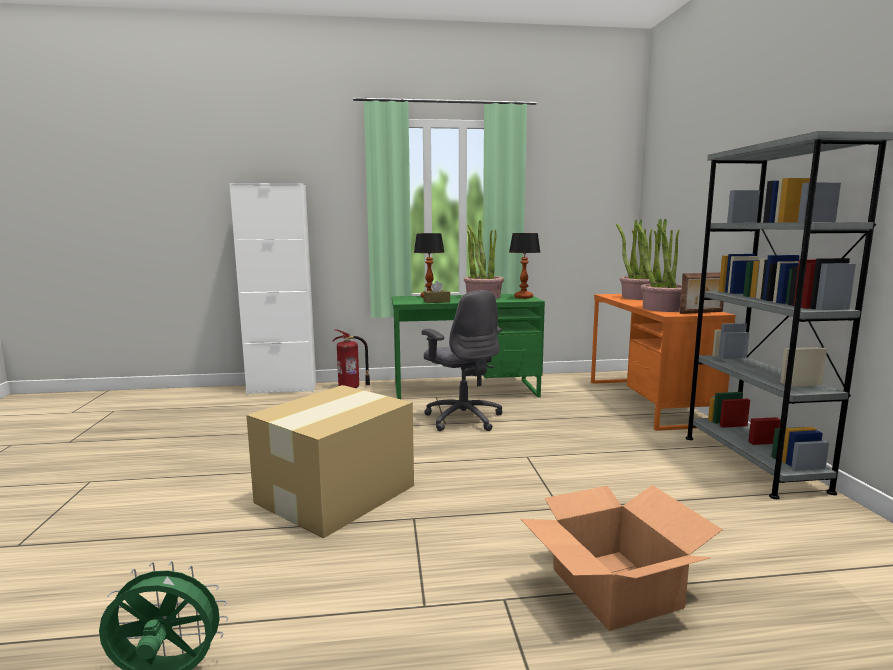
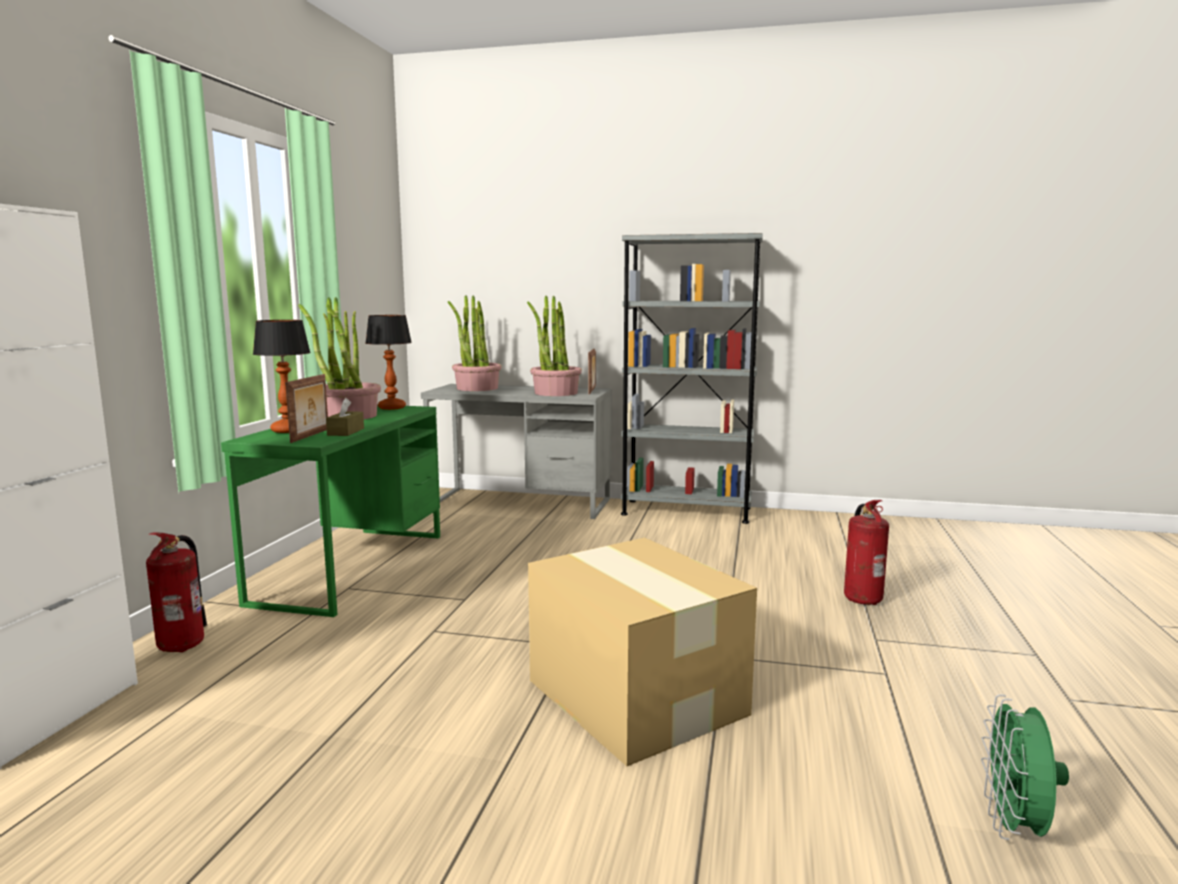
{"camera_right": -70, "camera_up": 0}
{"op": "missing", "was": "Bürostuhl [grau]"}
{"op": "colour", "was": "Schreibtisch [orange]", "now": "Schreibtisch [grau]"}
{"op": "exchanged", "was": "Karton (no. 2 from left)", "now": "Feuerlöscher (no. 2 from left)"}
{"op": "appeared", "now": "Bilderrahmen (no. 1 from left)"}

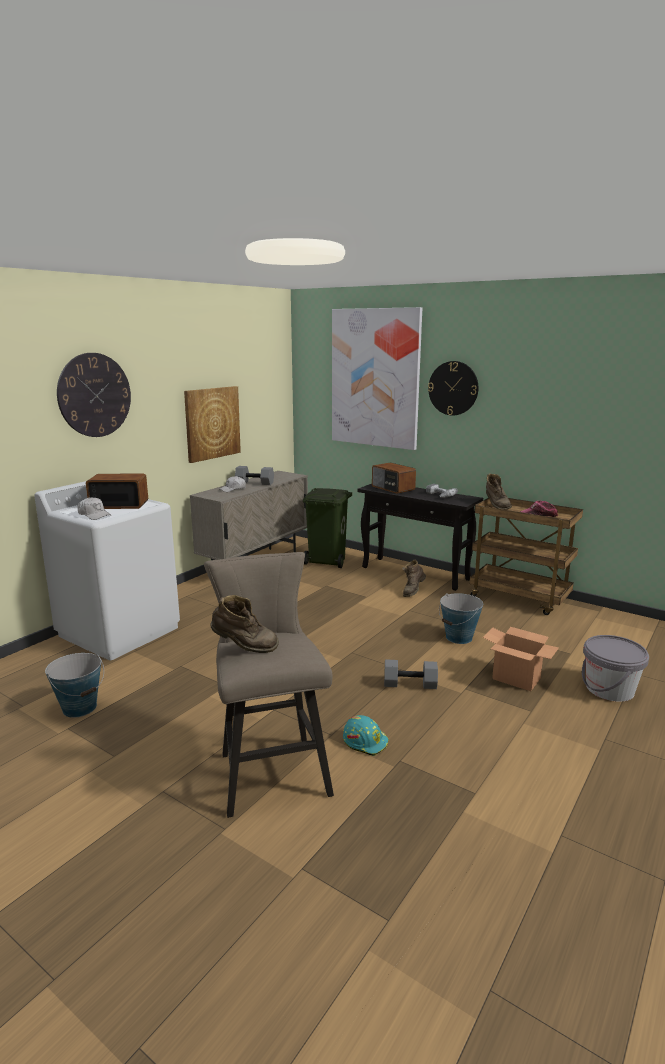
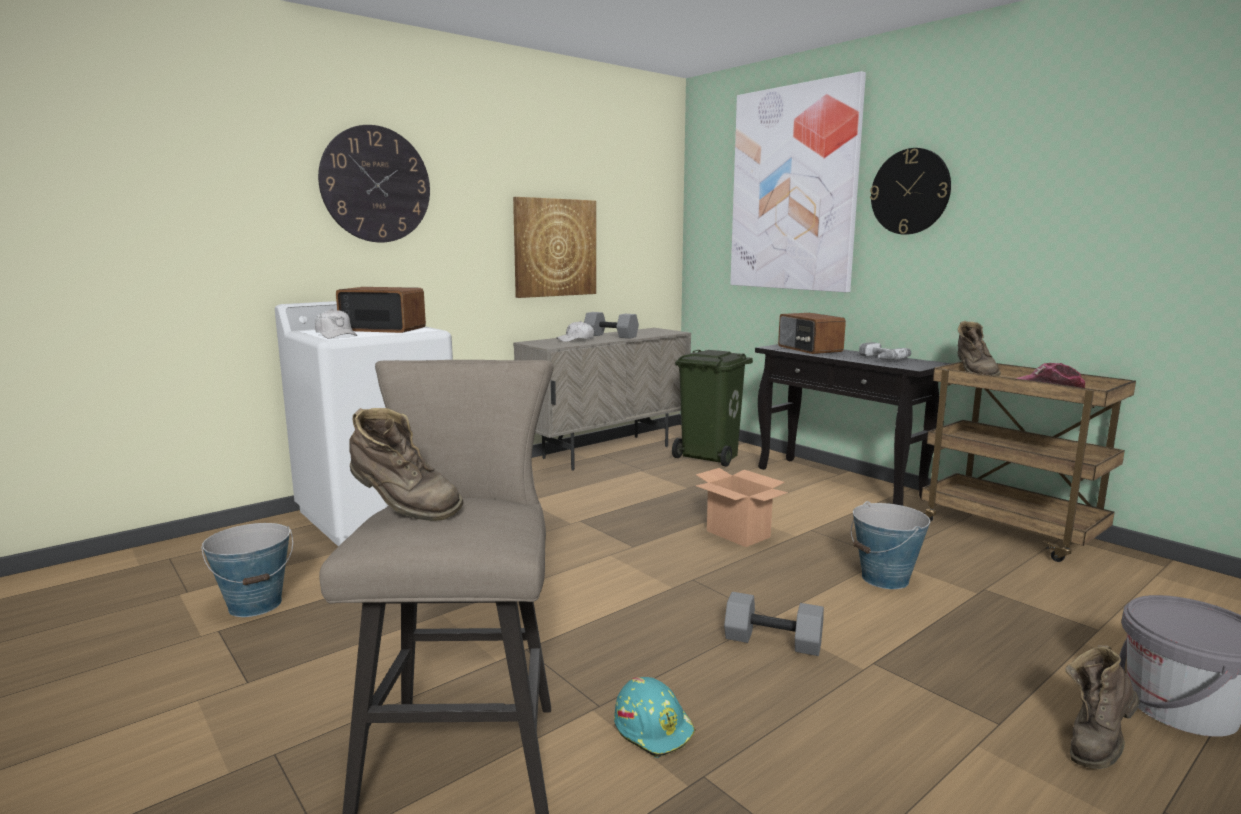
{"camera_right": 15, "camera_up": -5}
{"op": "relocated", "was": "Stiefel [braun] (no. 2 from left in the first image)", "now": "Stiefel [braun] (no. 3 from left)"}
{"op": "relocated", "was": "Karton"}

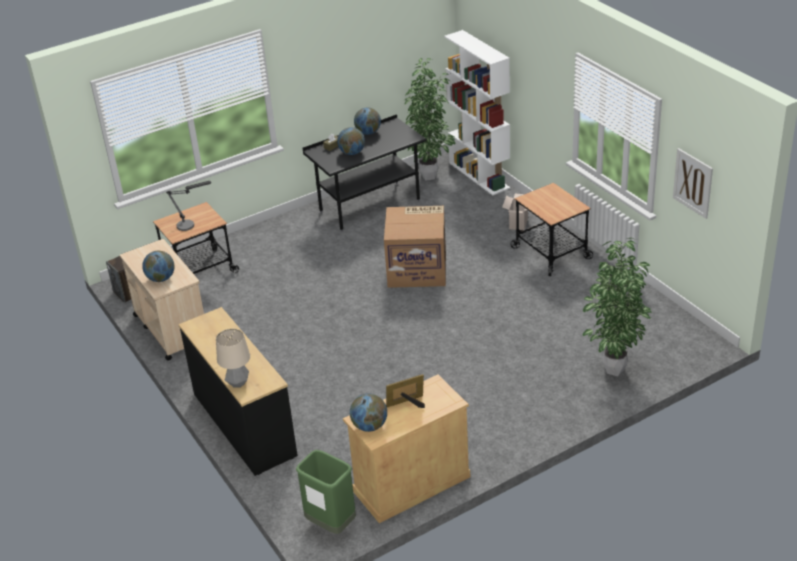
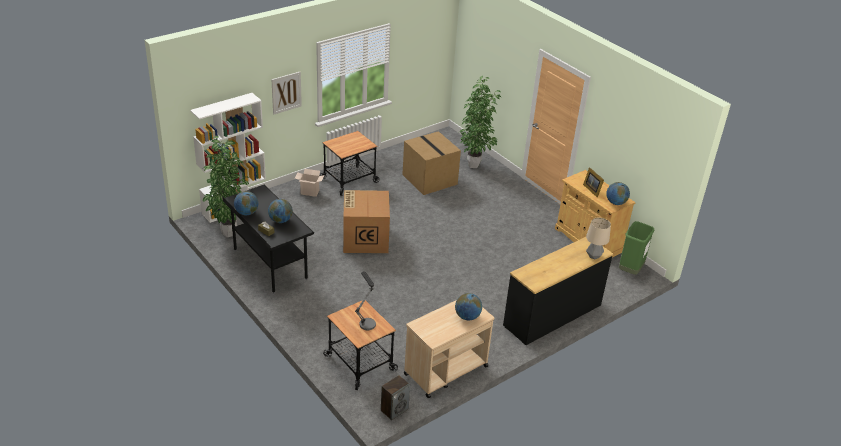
{"camera_right": -100, "camera_up": 0}
{"op": "relocated", "was": "Bild"}
{"op": "appeared", "now": "Karton (no. 3 from left)"}

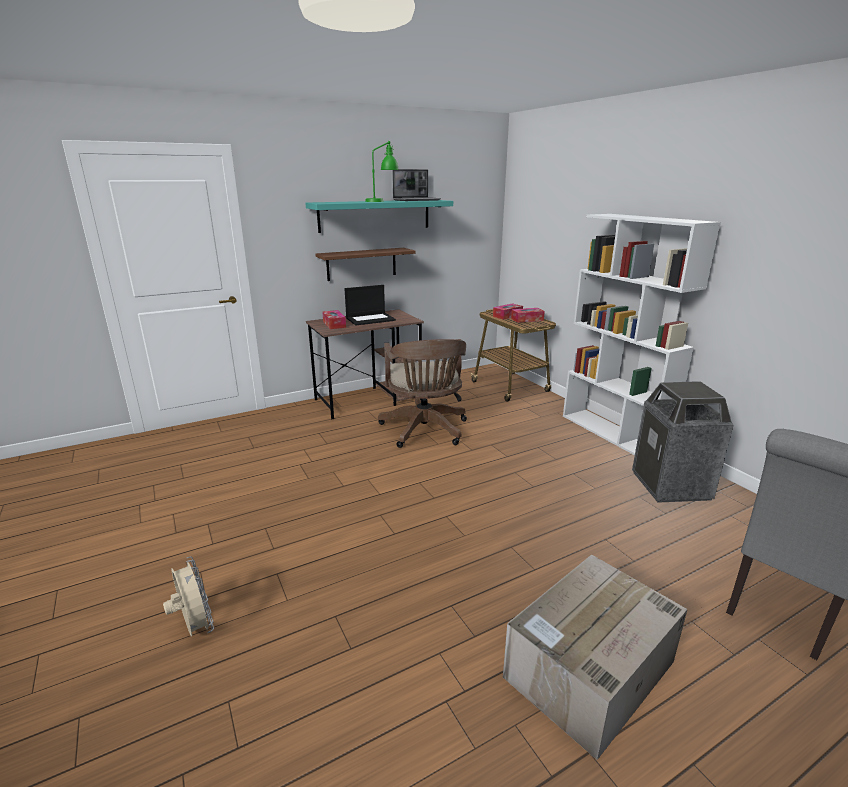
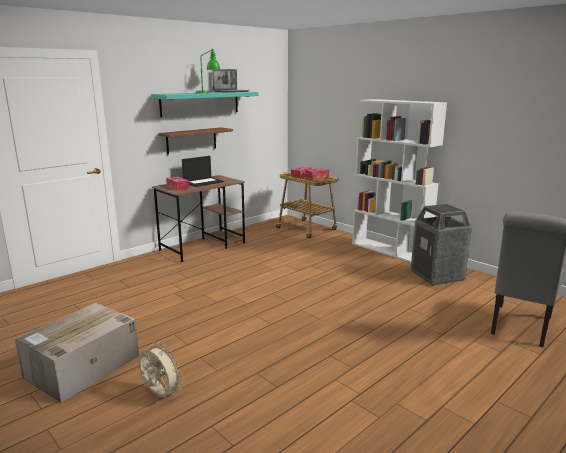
{"camera_right": -15, "camera_up": -5}
{"op": "missing", "was": "Bürostuhl [braun]"}
{"op": "relocated", "was": "Karton"}

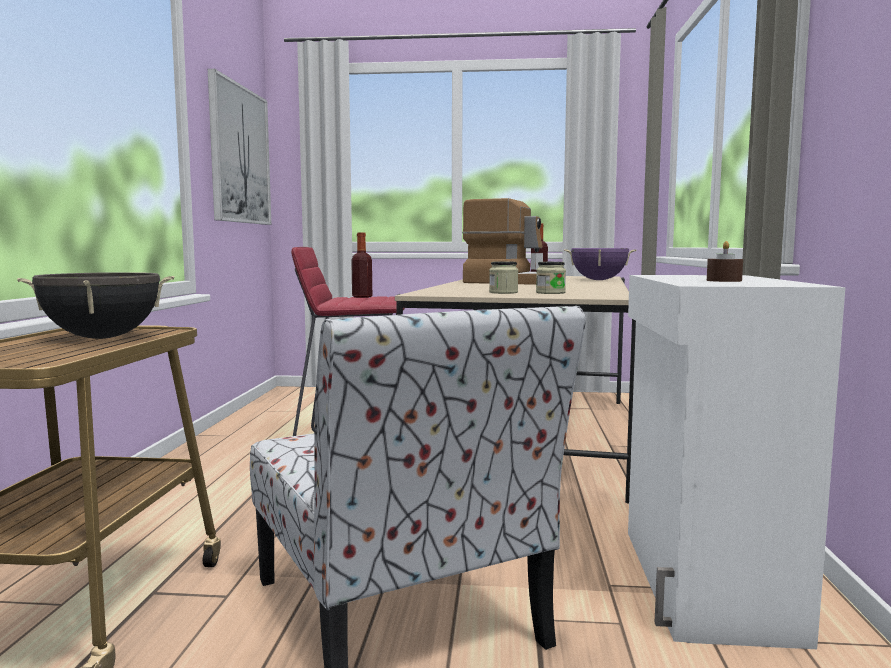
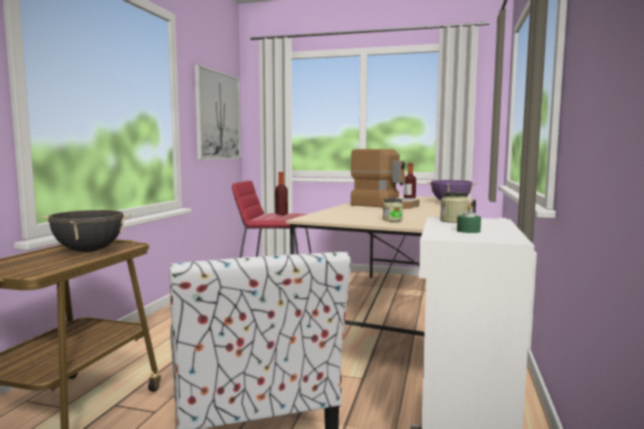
{"camera_right": 10, "camera_up": 0}
{"op": "colour", "was": "Kerze [braun]", "now": "Kerze [grün]"}
{"op": "relocated", "was": "Vorratsglas (no. 1 from left in the first image)", "now": "Vorratsglas (no. 2 from left)"}

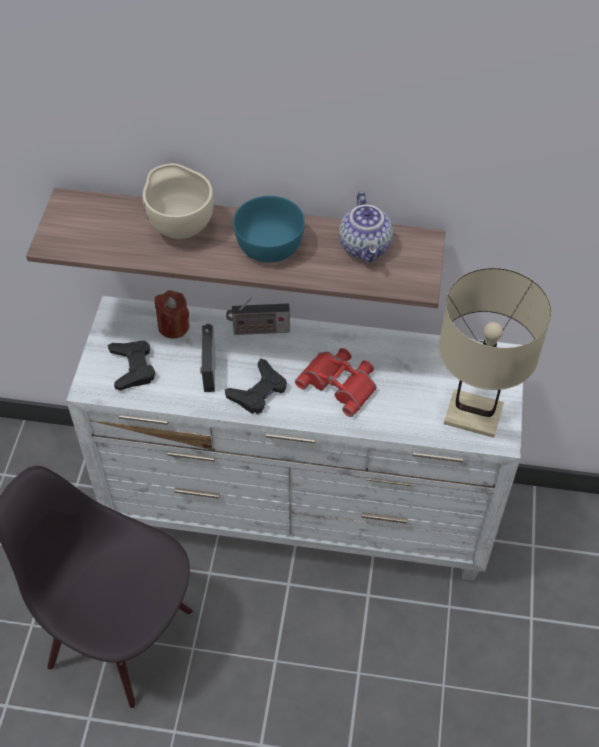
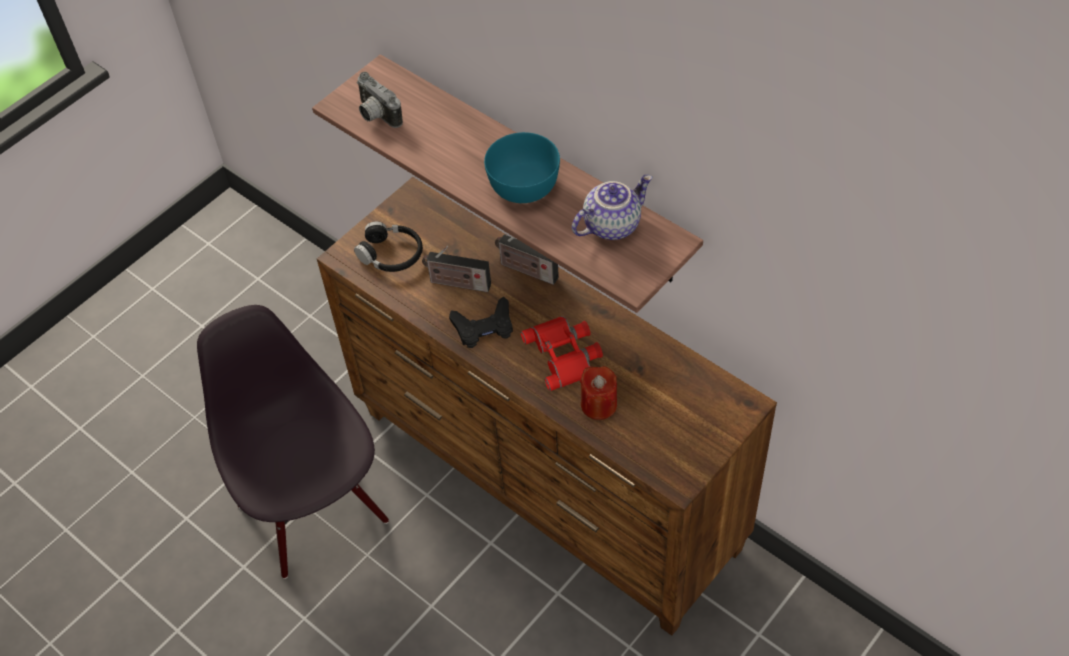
{"camera_right": 35, "camera_up": 0}
{"op": "missing", "was": "Schüssel [beige]"}
{"op": "spun", "was": "Teekanne", "clockwise": -150}
{"op": "missing", "was": "Tischlampe [beige]"}
{"op": "relocated", "was": "Kerze [rot]"}
{"op": "colour", "was": "Kommode [weiß]", "now": "Kommode [braun]"}
{"op": "spun", "was": "Radio (no. 1 from left)", "clockwise": -105}
{"op": "exchanged", "was": "Gamepad [schwarz] (no. 1 from left)", "now": "Kopfhörer [schwarz]"}
{"op": "appeared", "now": "Kamera"}

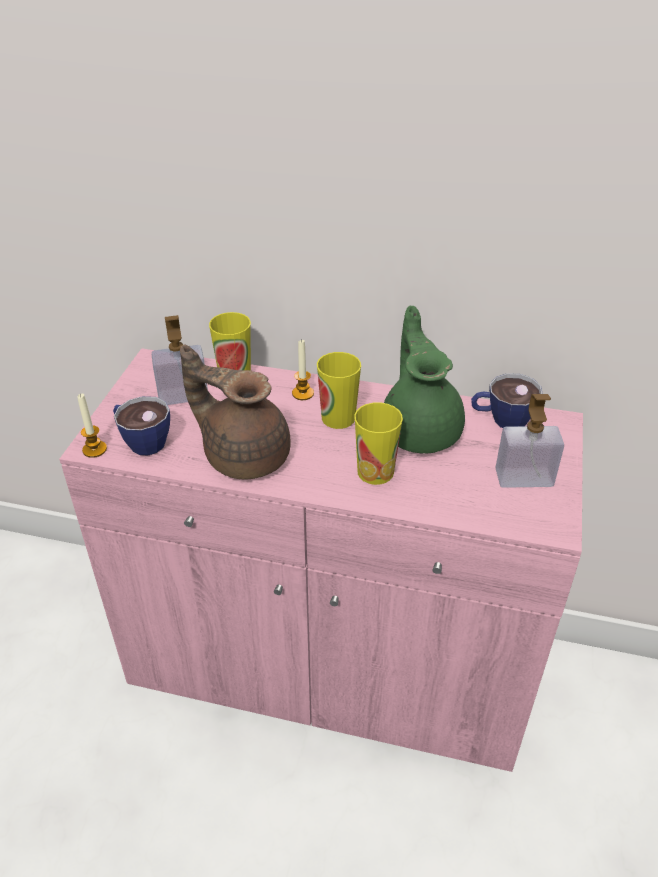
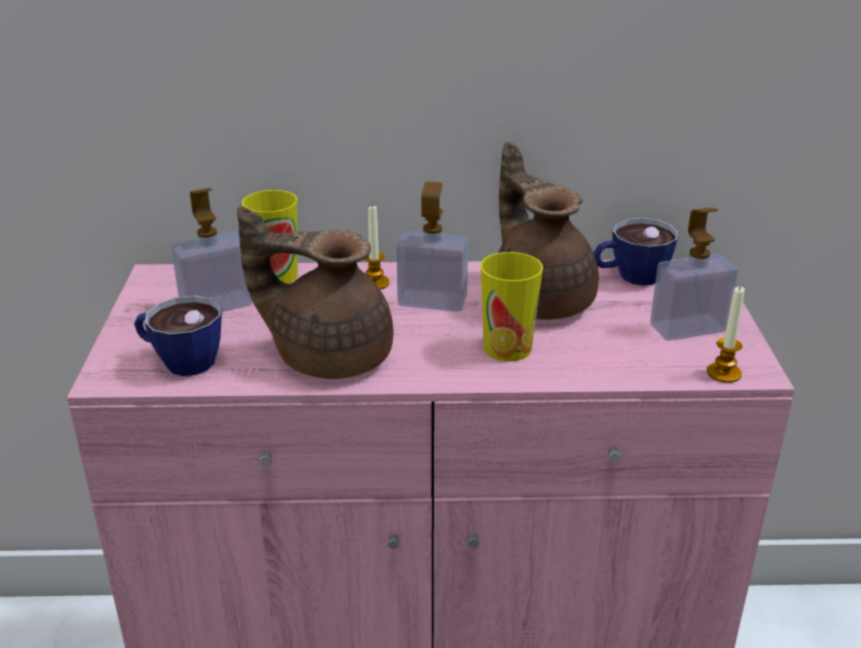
{"camera_right": -15, "camera_up": -10}
{"op": "colour", "was": "Teekanne [grün]", "now": "Teekanne [braun] (no. 2 from left)"}
{"op": "exchanged", "was": "Tasse (no. 3 from left)", "now": "Seifenspender (no. 2 from left)"}
{"op": "relocated", "was": "Kerze (no. 1 from left in the first image)", "now": "Kerze (no. 2 from left)"}

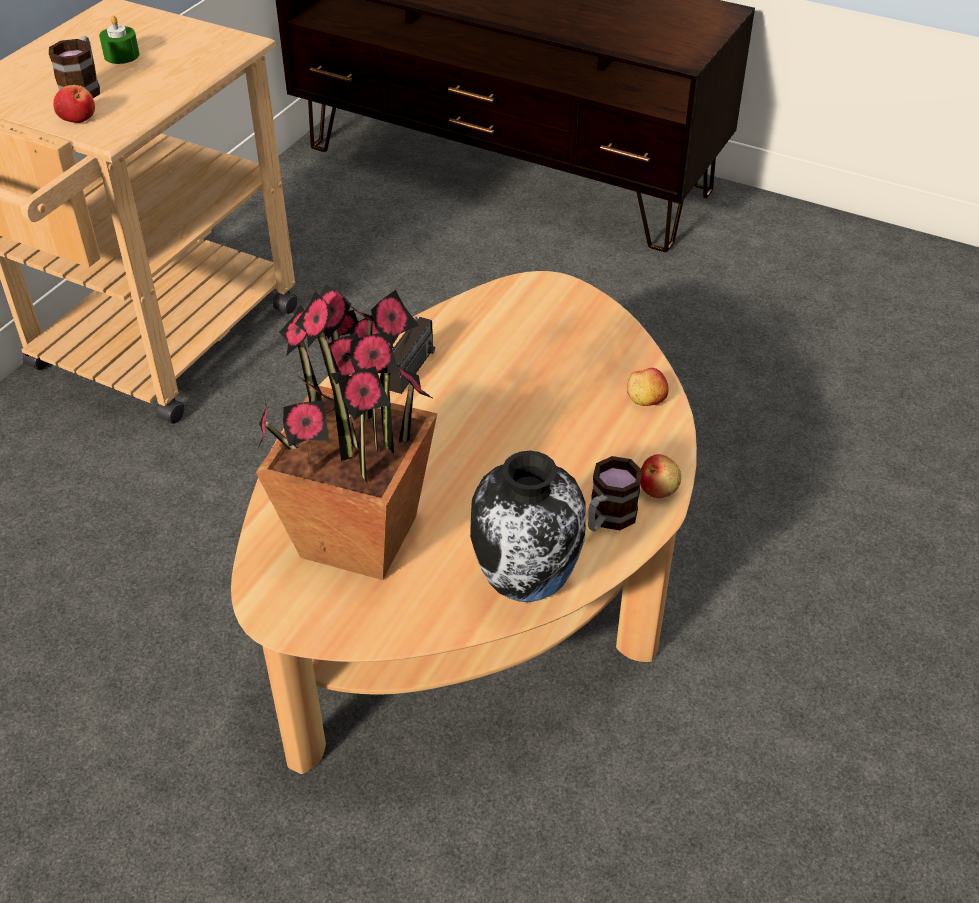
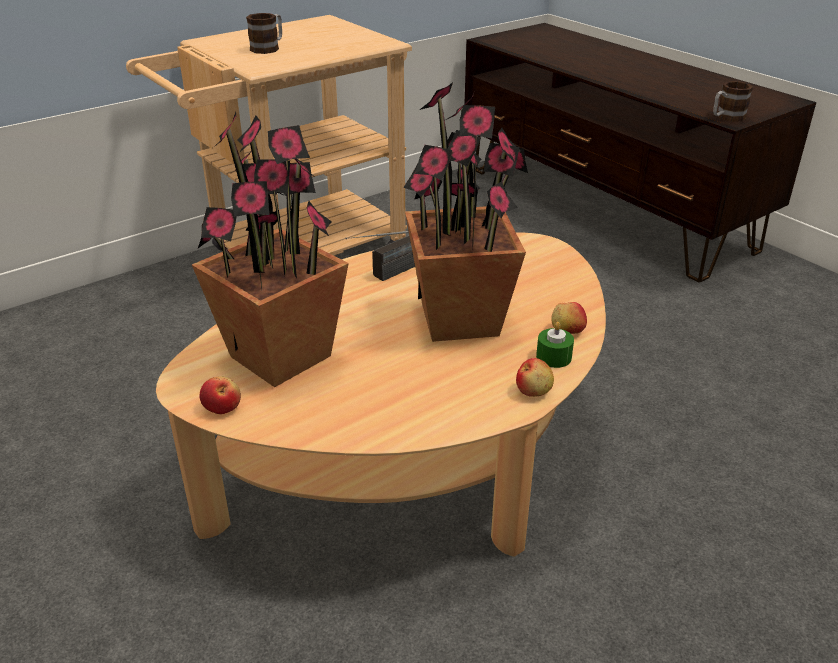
{"camera_right": 25, "camera_up": -10}
{"op": "relocated", "was": "Kerze [grün]"}
{"op": "relocated", "was": "Apfel (no. 1 from left)"}
{"op": "missing", "was": "Vase"}
{"op": "relocated", "was": "Henkelbecher (no. 2 from left)"}
{"op": "appeared", "now": "Topfpflanze (no. 2 from left)"}

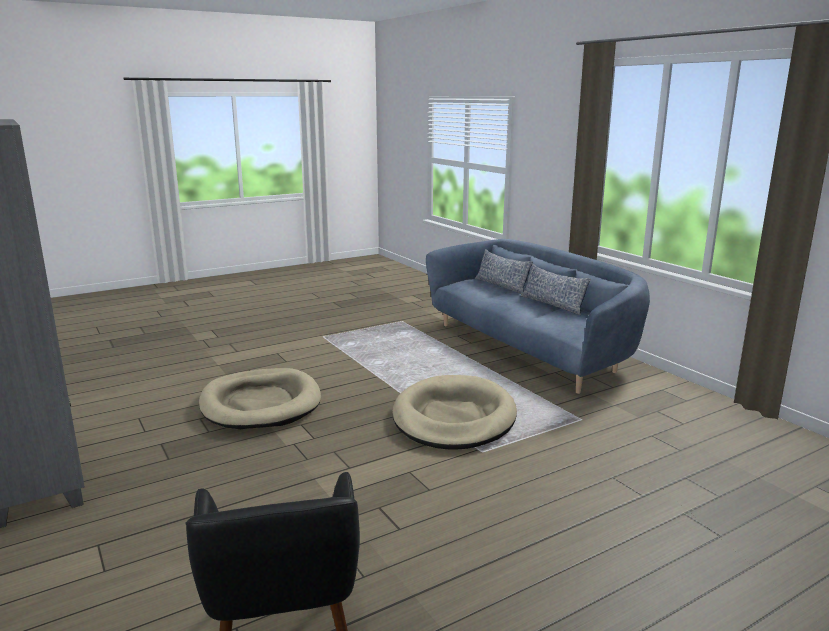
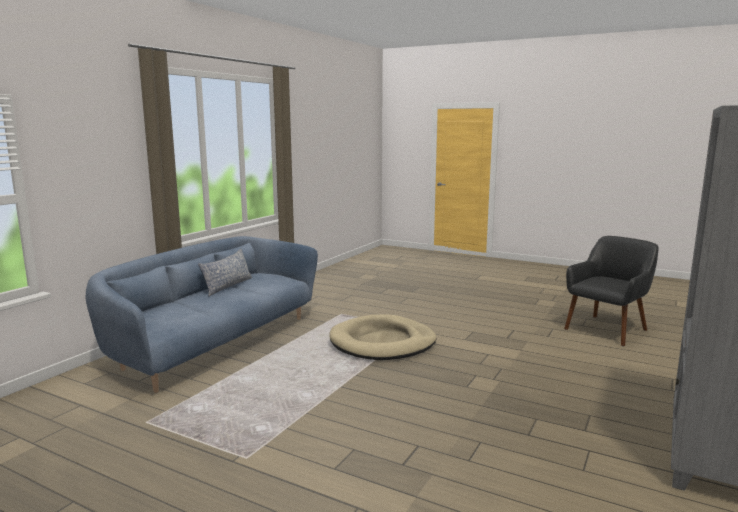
{"camera_right": -120, "camera_up": -5}
{"op": "missing", "was": "Kissen (no. 1 from left)"}
{"op": "missing", "was": "Hundebett [beige] (no. 1 from left)"}

